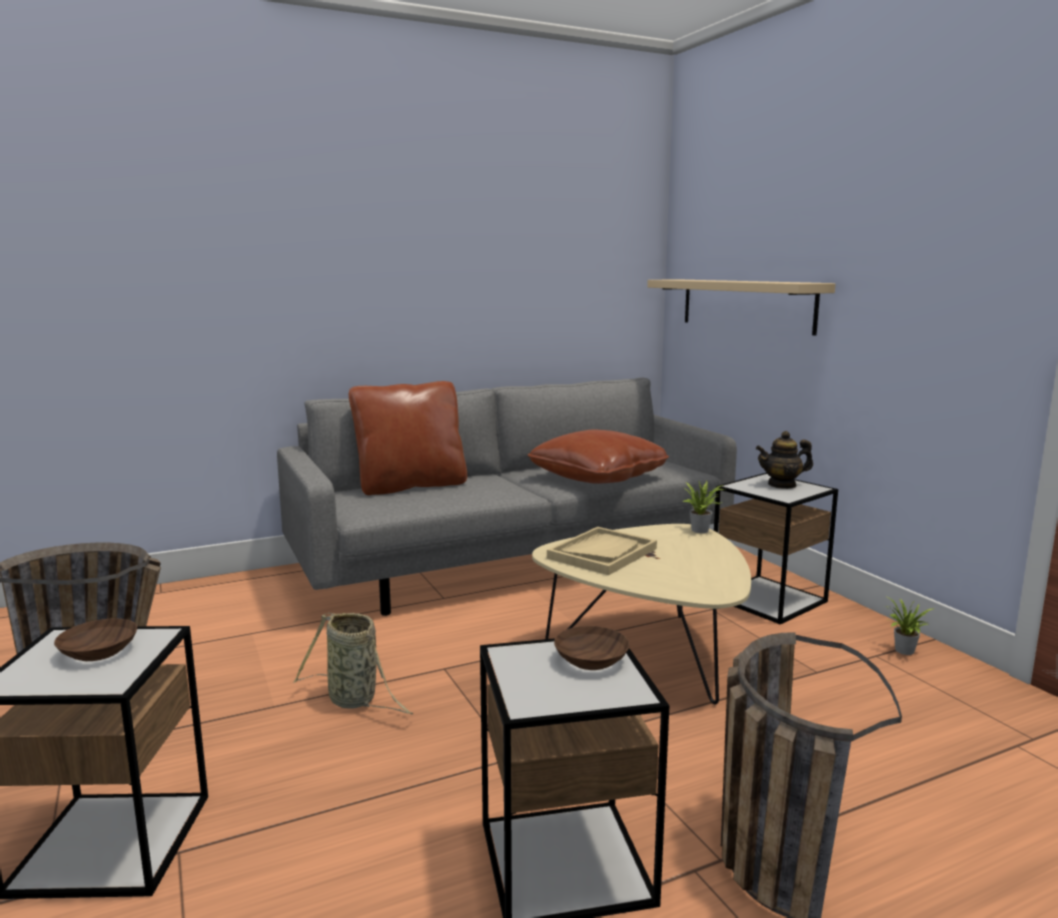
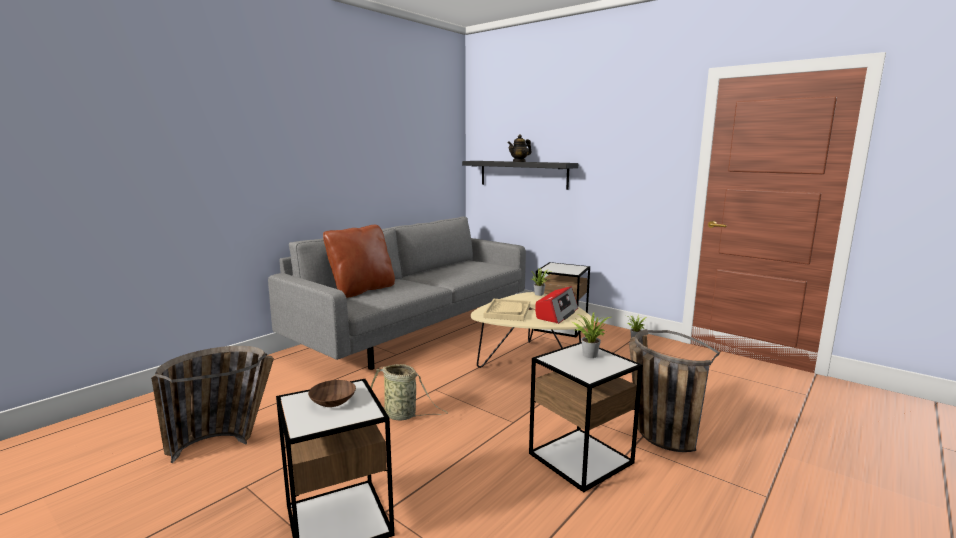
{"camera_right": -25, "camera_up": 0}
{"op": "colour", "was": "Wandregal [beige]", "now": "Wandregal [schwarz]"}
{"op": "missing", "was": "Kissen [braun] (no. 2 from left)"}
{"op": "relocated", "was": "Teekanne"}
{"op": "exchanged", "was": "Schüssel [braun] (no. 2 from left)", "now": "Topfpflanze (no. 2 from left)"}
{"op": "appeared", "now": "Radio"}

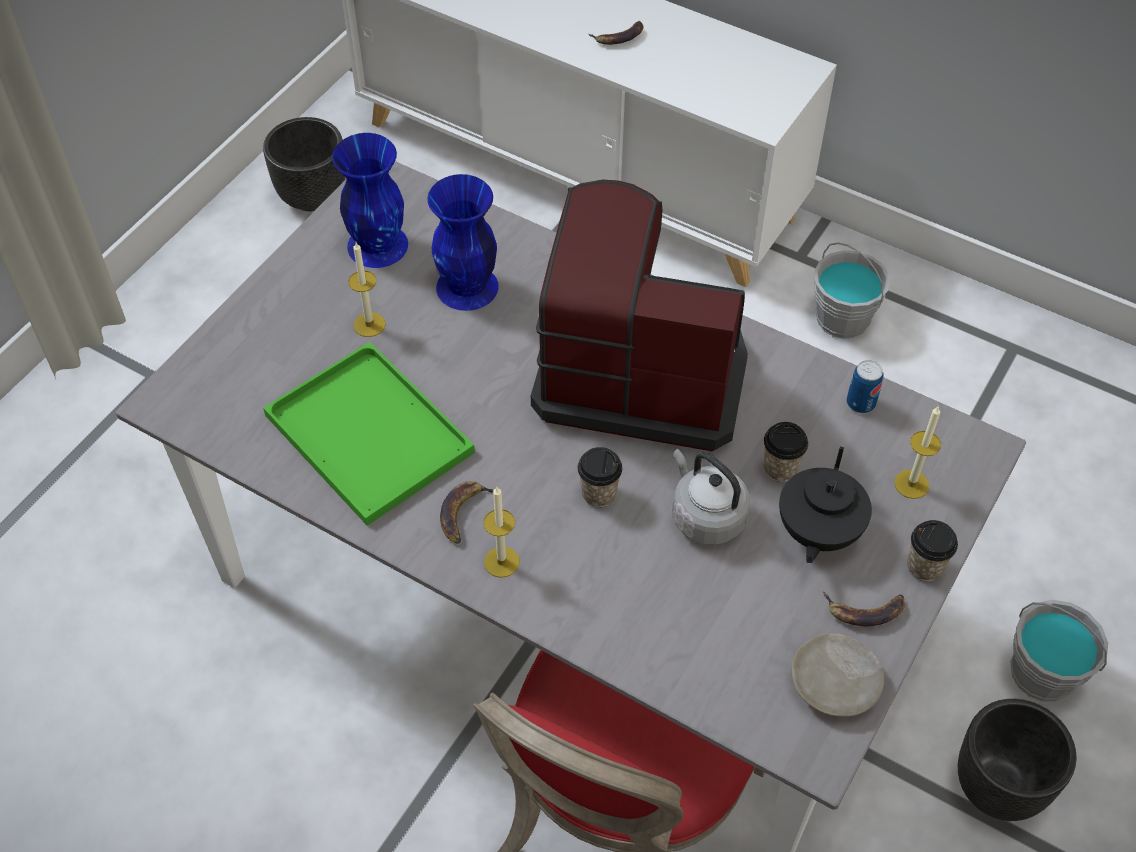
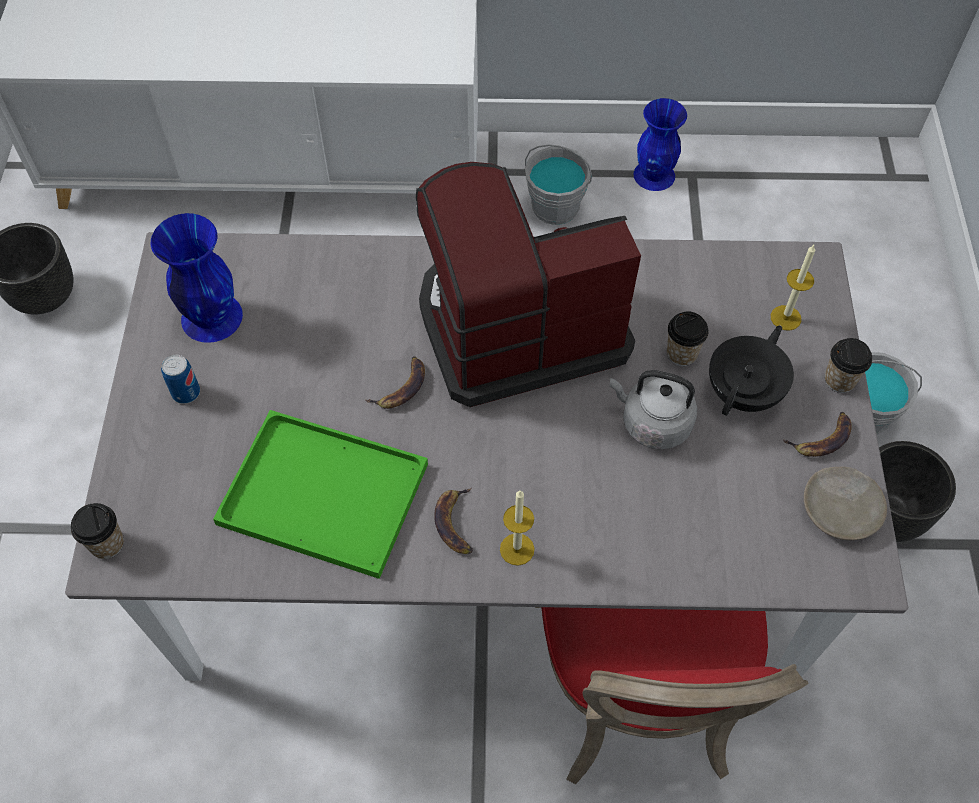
{"camera_right": -30, "camera_up": 5}
{"op": "relocated", "was": "Banane (no. 2 from left in the first image)", "now": "Banane (no. 1 from left)"}
{"op": "relocated", "was": "Vase [blau] (no. 2 from left)"}
{"op": "missing", "was": "Kerze (no. 1 from left)"}
{"op": "relocated", "was": "Dose"}
{"op": "spun", "was": "Teekanne [schwarz]", "clockwise": -135}
{"op": "relocated", "was": "Tasse (no. 1 from left)"}

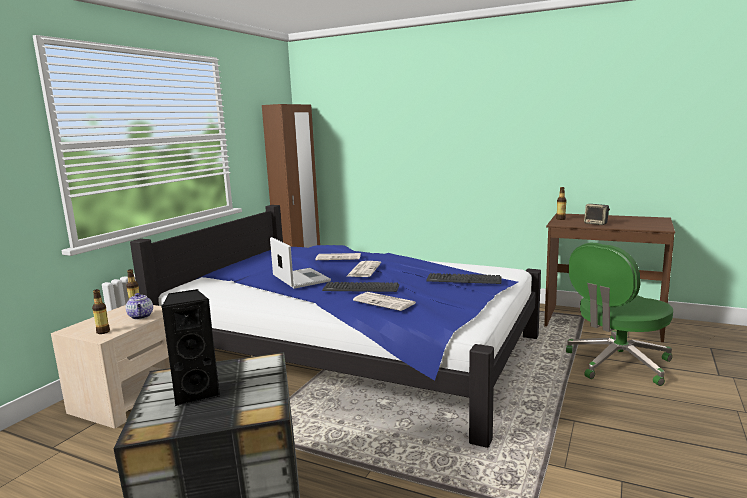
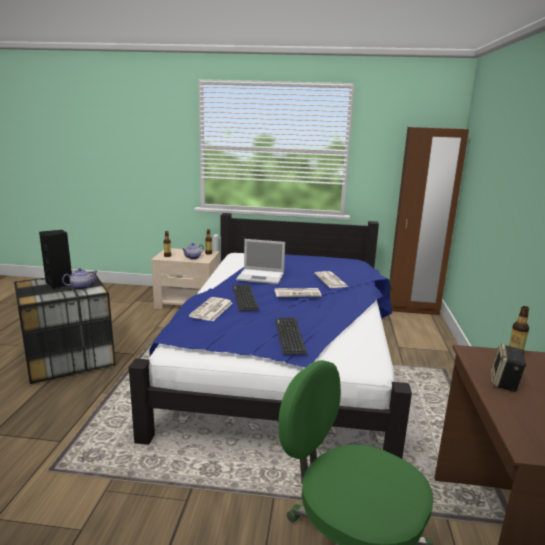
{"camera_right": 70, "camera_up": 5}
{"op": "spun", "was": "Laptop", "clockwise": 60}
{"op": "appeared", "now": "Teekanne (no. 1 from left)"}

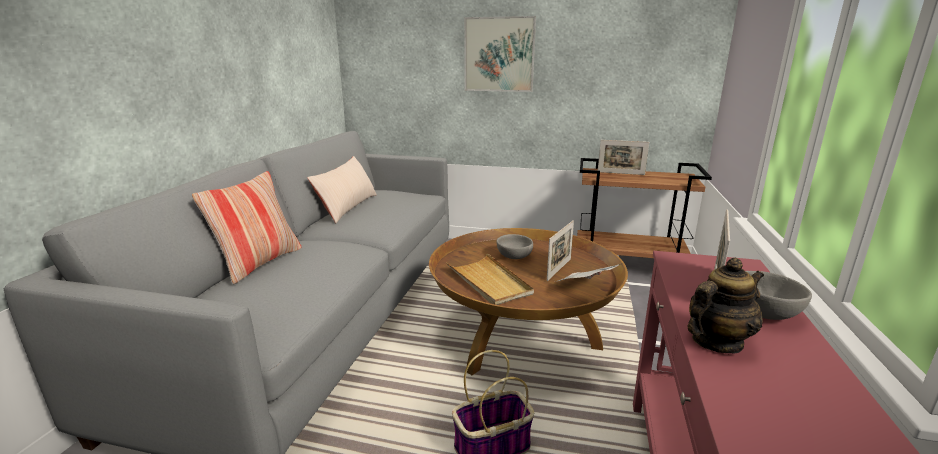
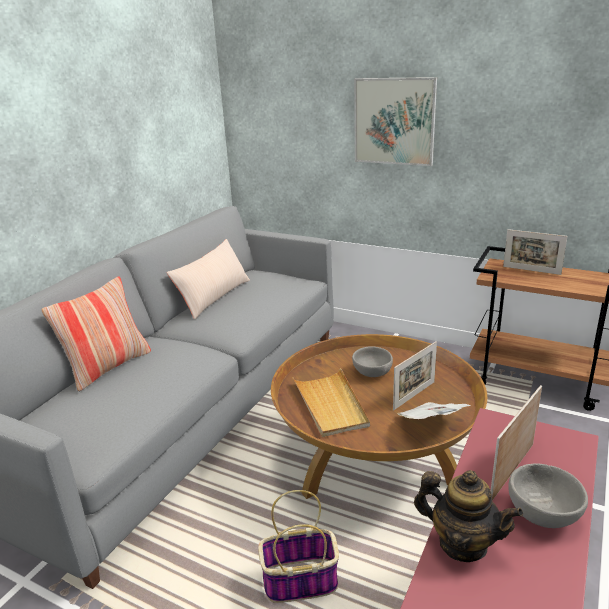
{"camera_right": 15, "camera_up": 5}
{"op": "spun", "was": "Teekanne", "clockwise": 45}

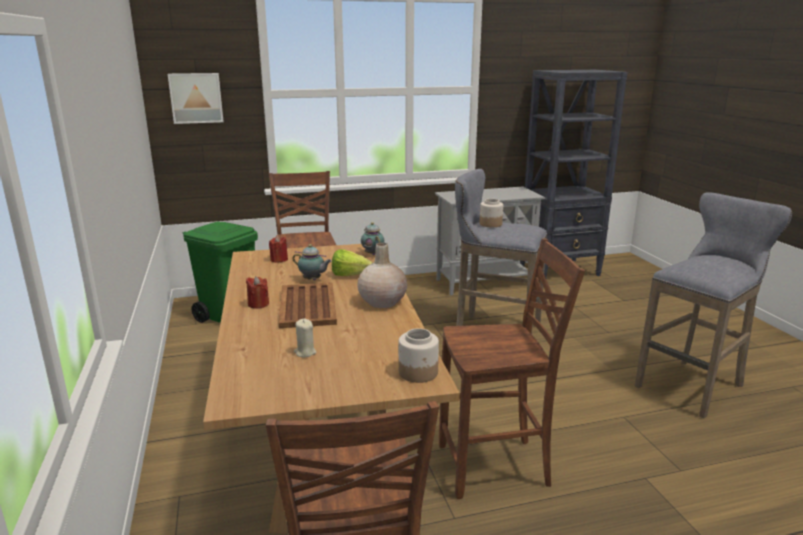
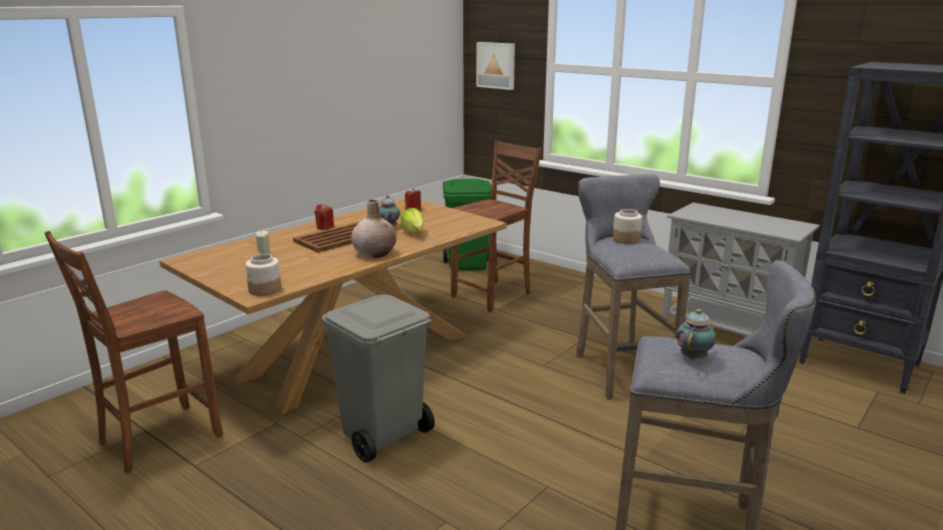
{"camera_right": 55, "camera_up": 0}
{"op": "relocated", "was": "Teekanne (no. 2 from left)"}
{"op": "exchanged", "was": "Stuhl [braun] (no. 3 from left)", "now": "Mülleimer [grau]"}

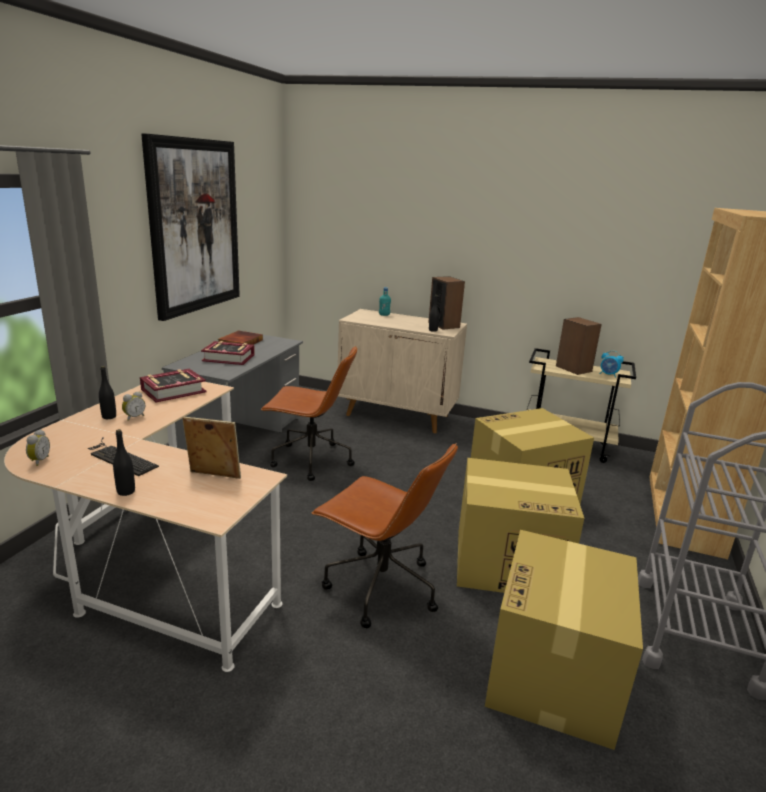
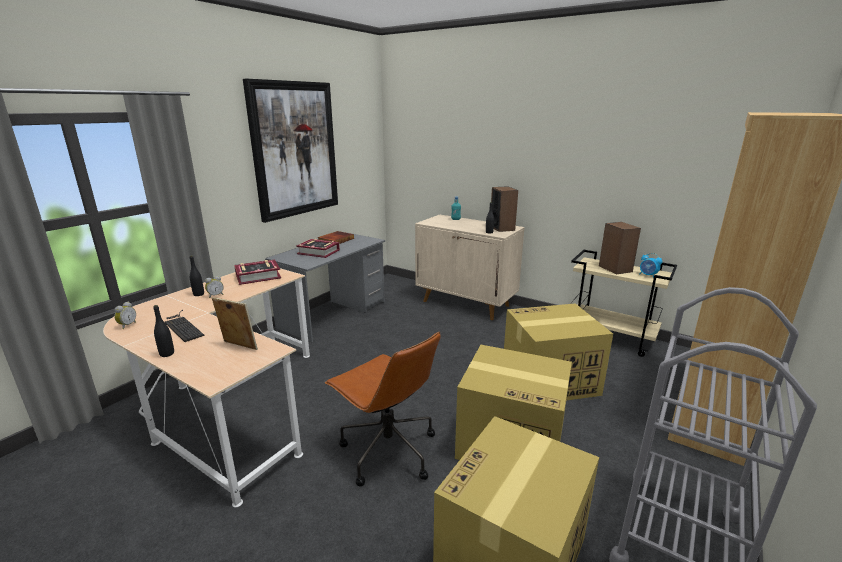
{"camera_right": 15, "camera_up": 0}
{"op": "missing", "was": "Bürostuhl [braun] (no. 1 from left)"}

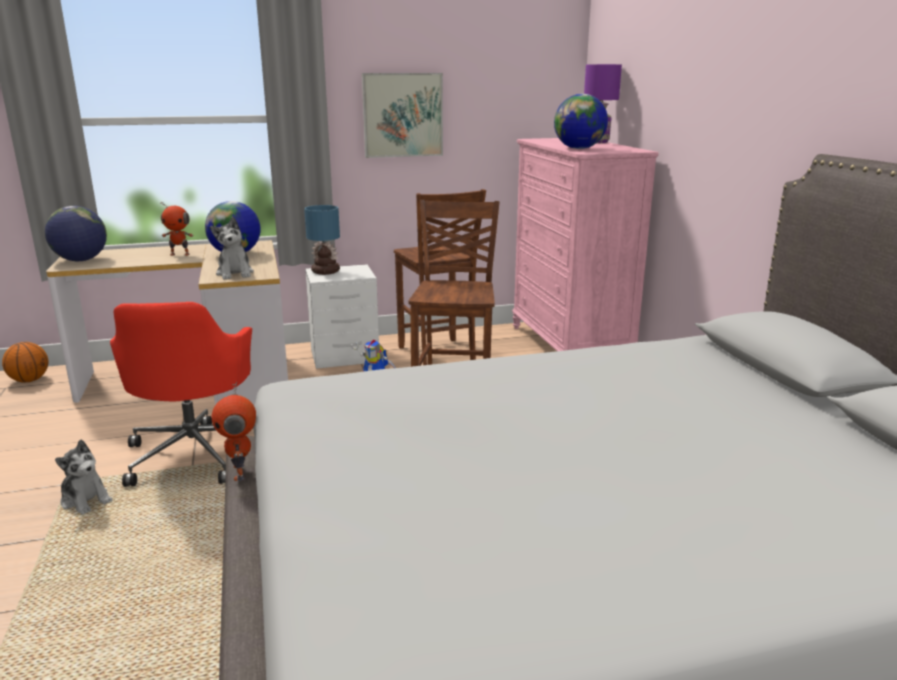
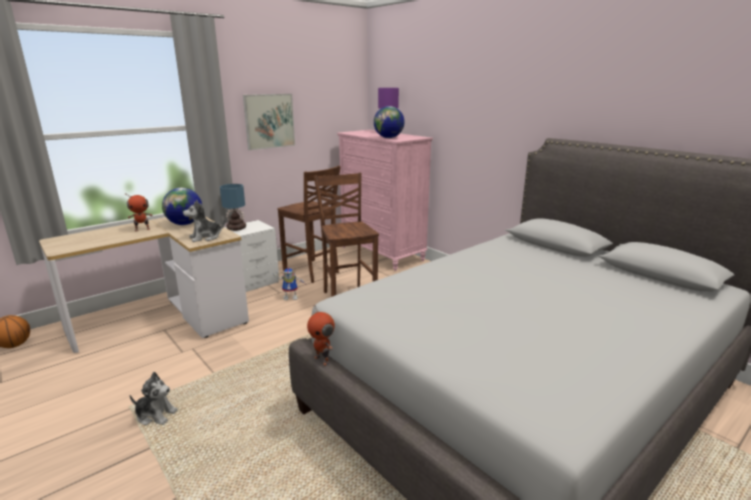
{"camera_right": -25, "camera_up": 0}
{"op": "missing", "was": "Globus (no. 1 from left)"}
{"op": "spun", "was": "Plüschtier (no. 2 from left)", "clockwise": 105}
{"op": "missing", "was": "Bürostuhl [rot]"}

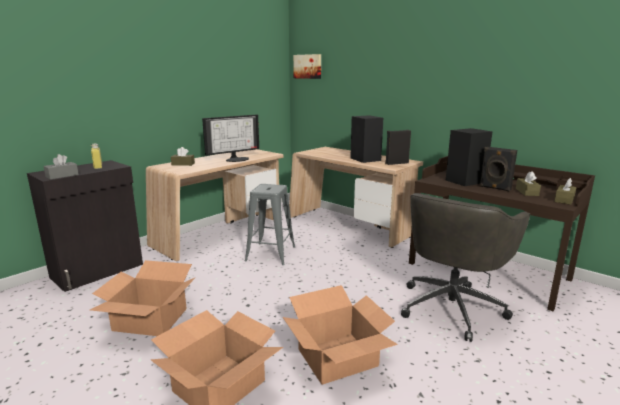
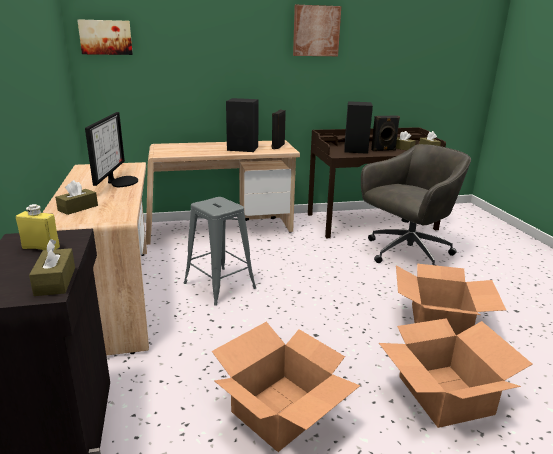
{"camera_right": -55, "camera_up": 5}
{"op": "colour", "was": "Taschentuchbox [grau]", "now": "Taschentuchbox [braun] (no. 1 from left)"}
{"op": "spun", "was": "Bürostuhl [grau]", "clockwise": -105}
{"op": "appeared", "now": "Bild (no. 2 from left)"}

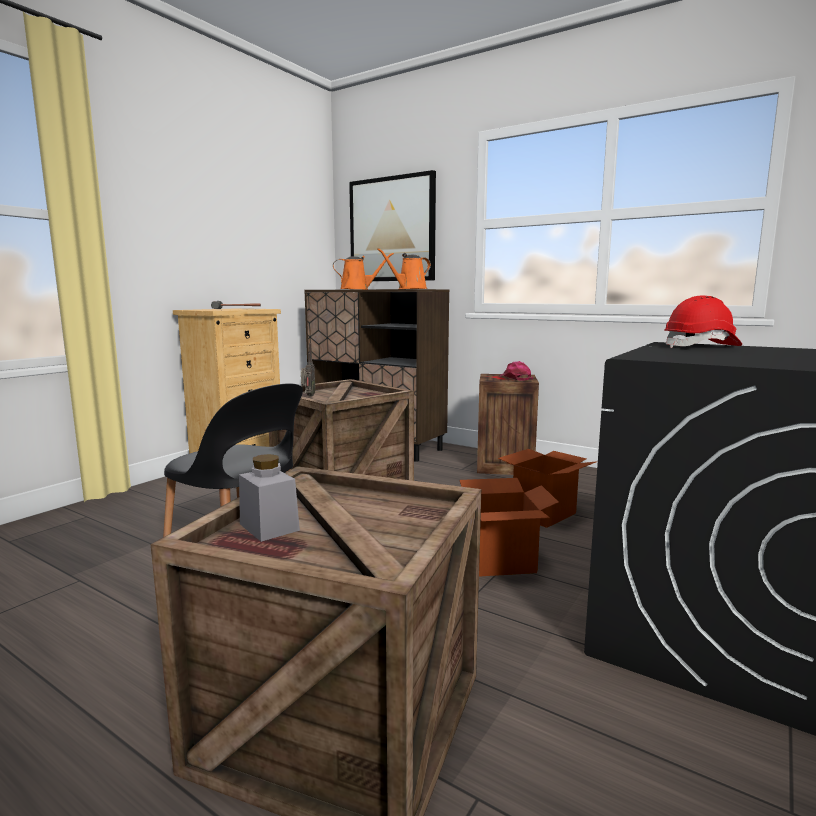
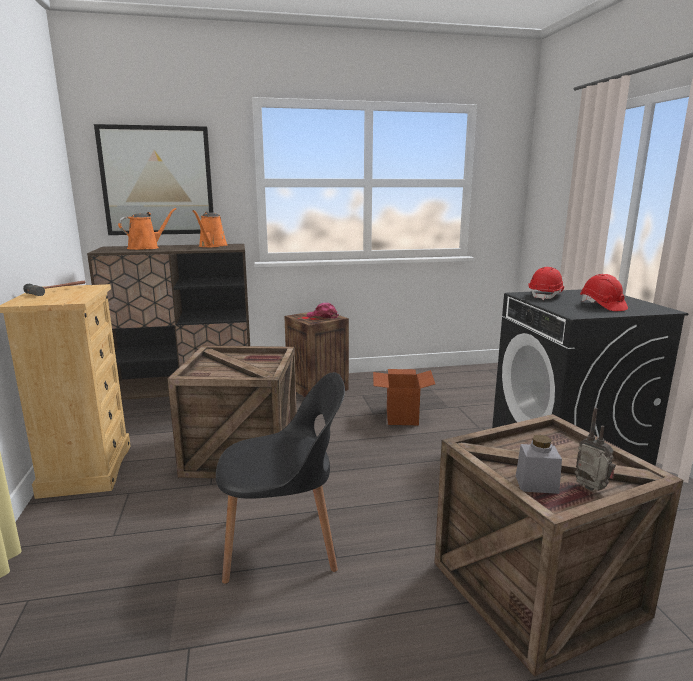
{"camera_right": -45, "camera_up": 5}
{"op": "relocated", "was": "Radio"}
{"op": "missing", "was": "Karton (no. 1 from left)"}
{"op": "appeared", "now": "Schutzhelm [rot] (no. 2 from left)"}

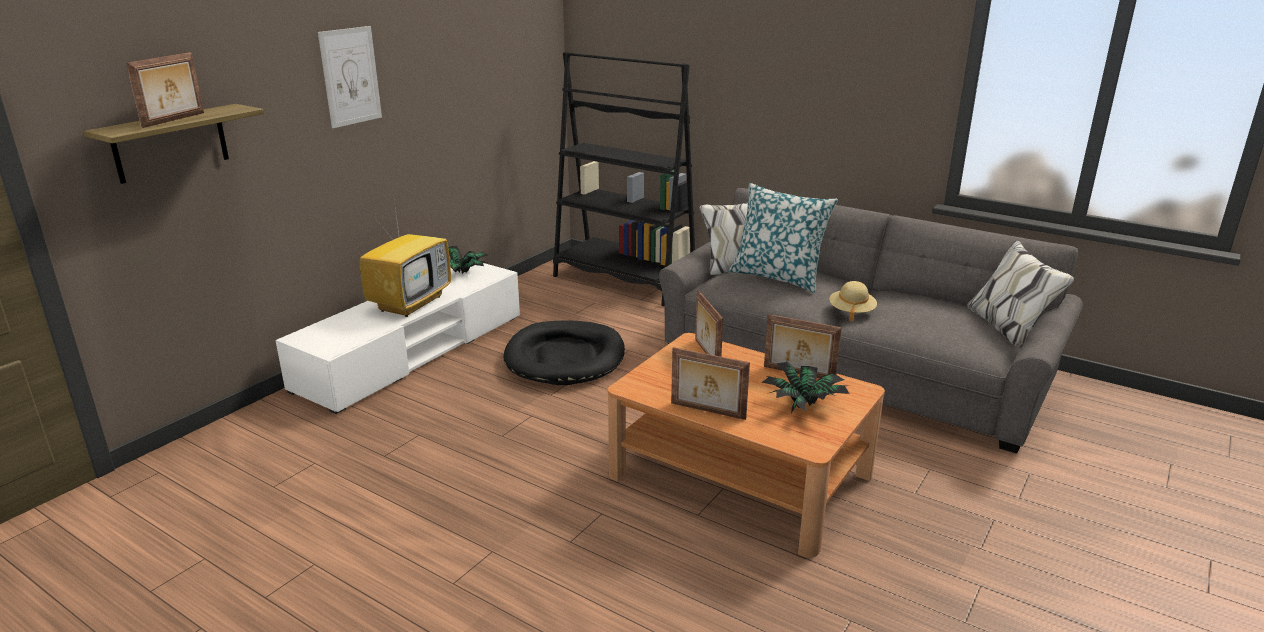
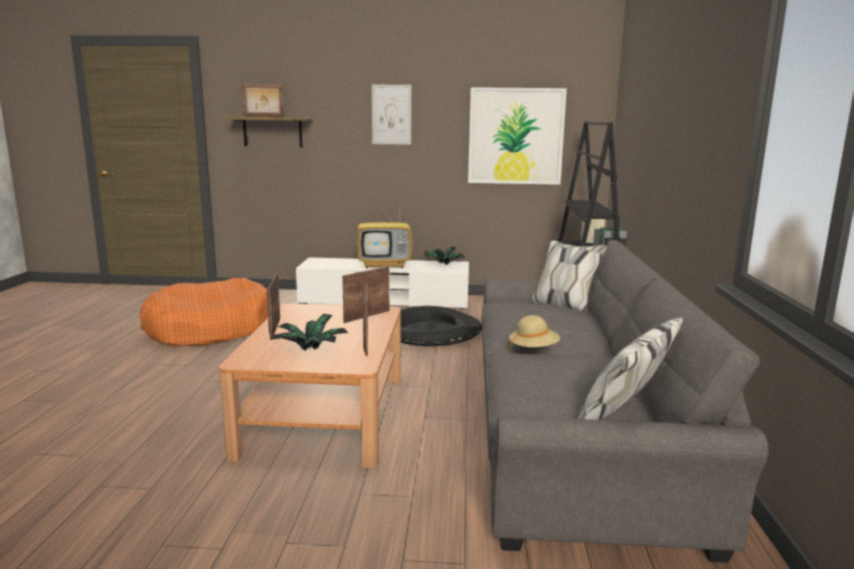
{"camera_right": 60, "camera_up": -10}
{"op": "missing", "was": "Kissen"}
{"op": "appeared", "now": "Bild (no. 2 from left)"}
{"op": "appeared", "now": "Hundebett [orange]"}

